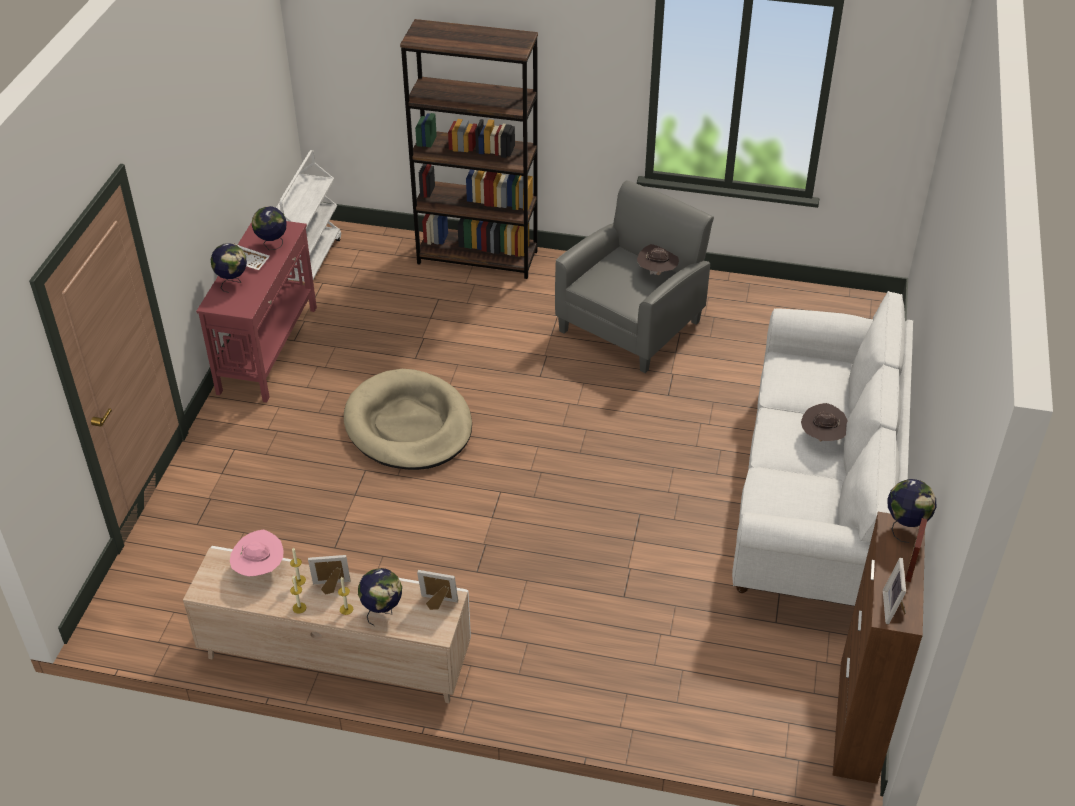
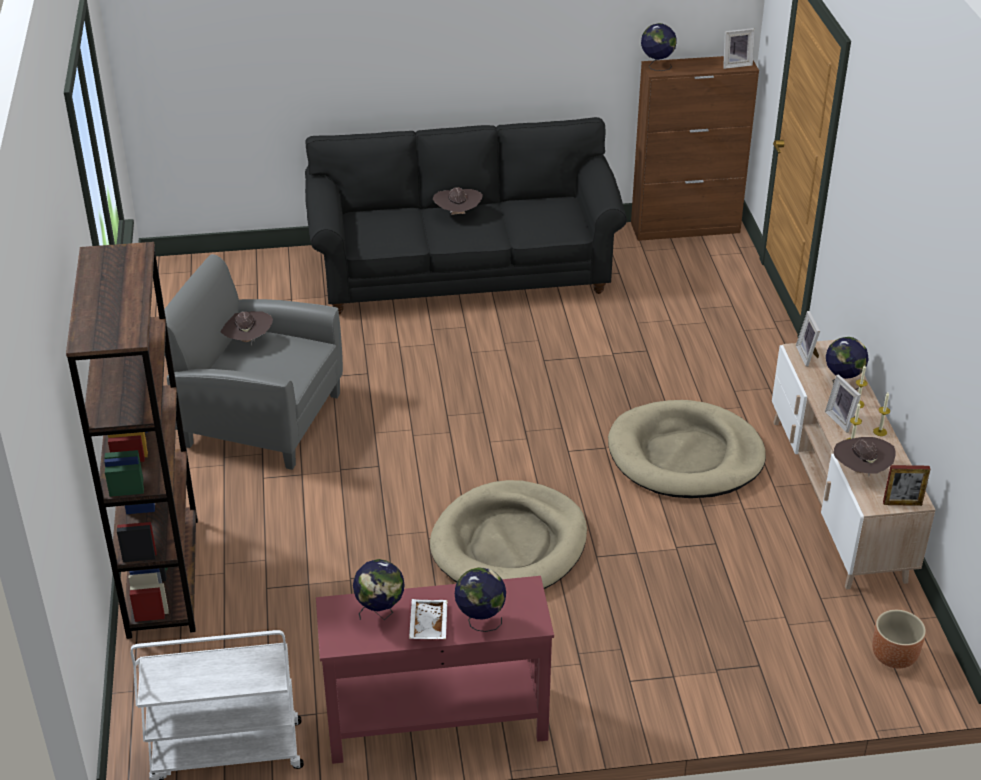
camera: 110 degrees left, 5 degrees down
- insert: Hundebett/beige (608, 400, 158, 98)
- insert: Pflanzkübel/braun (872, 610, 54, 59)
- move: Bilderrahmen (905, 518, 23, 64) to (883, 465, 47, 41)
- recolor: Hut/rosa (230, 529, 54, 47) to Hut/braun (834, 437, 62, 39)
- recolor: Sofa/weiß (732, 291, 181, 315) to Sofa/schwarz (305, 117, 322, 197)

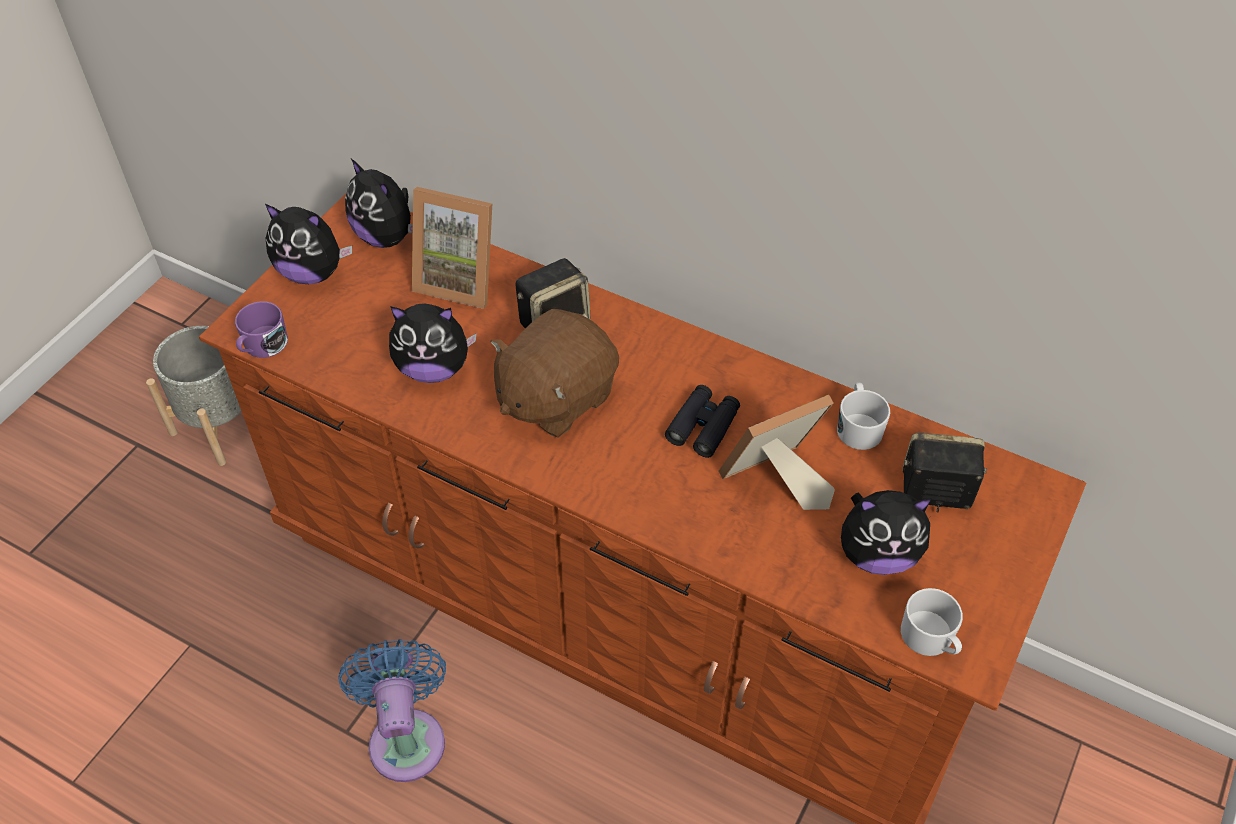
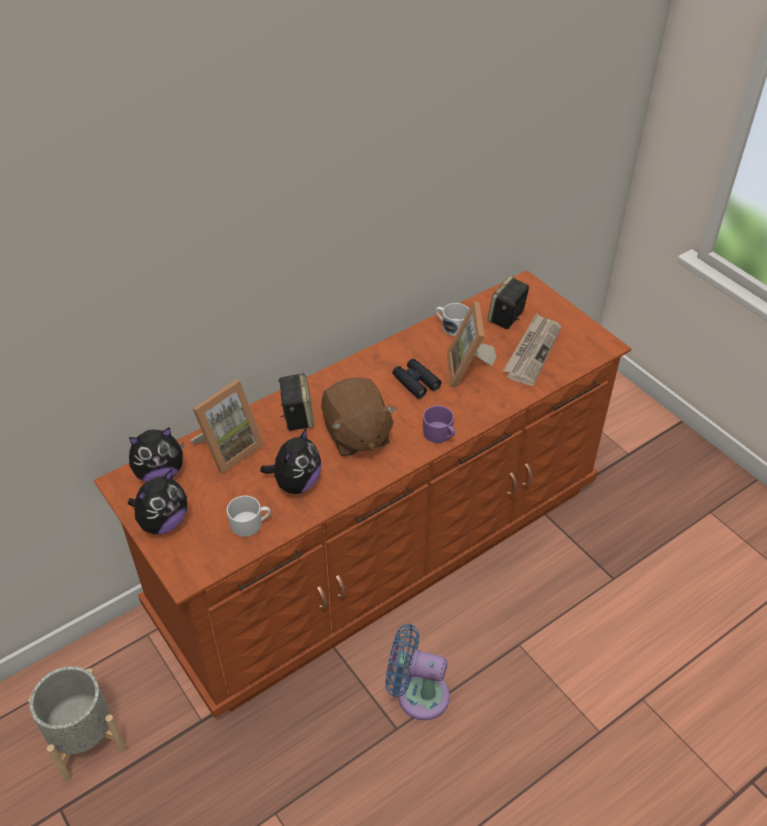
camera: 65 degrees left, 5 degrees down
- move: Henkelbecher/lila (235, 301, 53, 57) to (423, 406, 32, 37)
- move: Henkelbecher/weiß (901, 588, 62, 68) to (226, 495, 45, 42)
- replace: Plüschtier (841, 490, 90, 85) to Zeitung (503, 313, 58, 73)

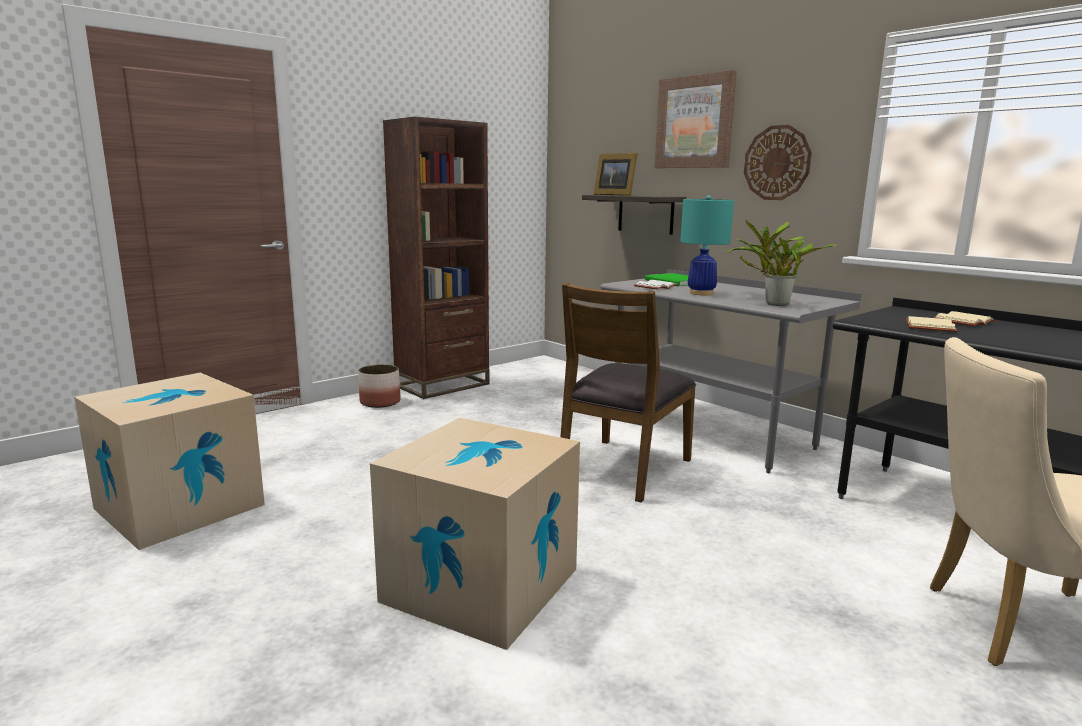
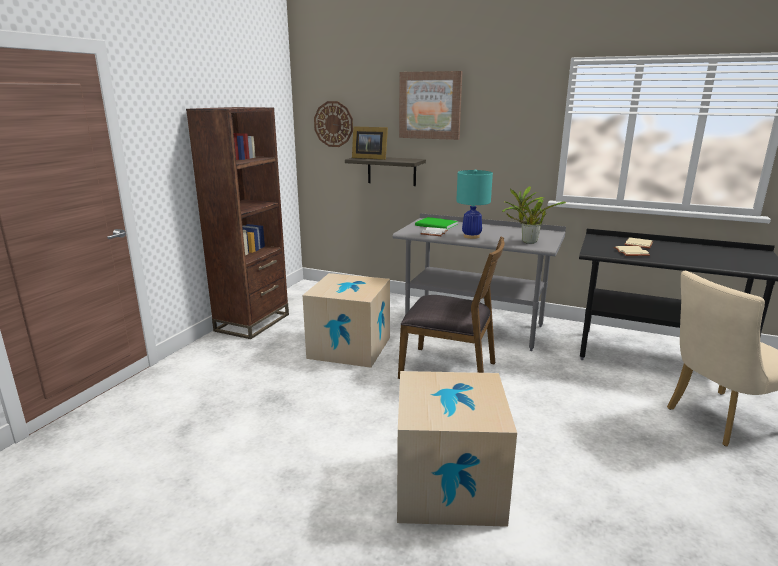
camera: 25 degrees left, 5 degrees up
- delete: Pflanzkübel (358, 364, 42, 44)
- move: Karton (74, 373, 191, 177) to (303, 273, 87, 95)
- move: Wanduhr (744, 125, 68, 75) to (314, 101, 39, 46)
- rotate: Stuhl/braun (560, 283, 136, 219) = (398, 237, 107, 142) 75 degrees counterclockwise

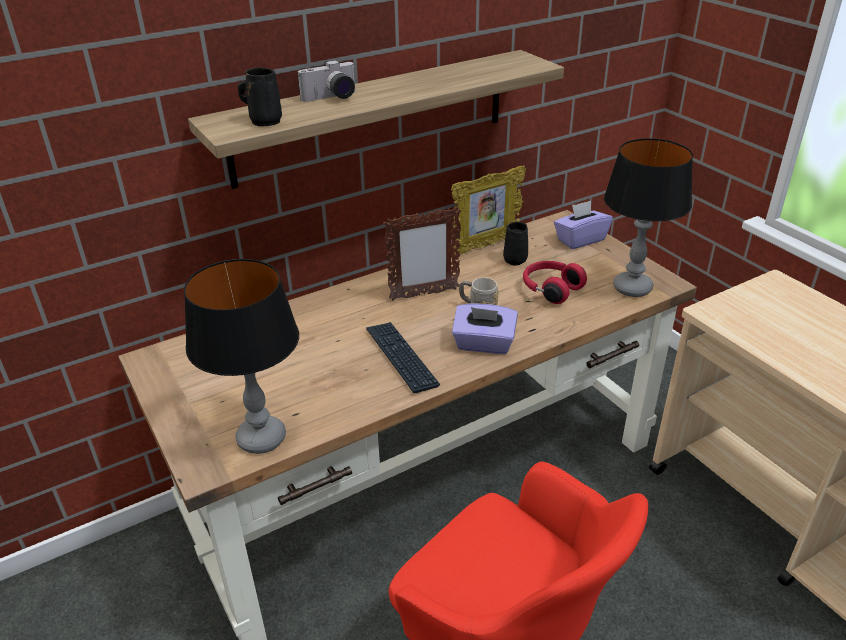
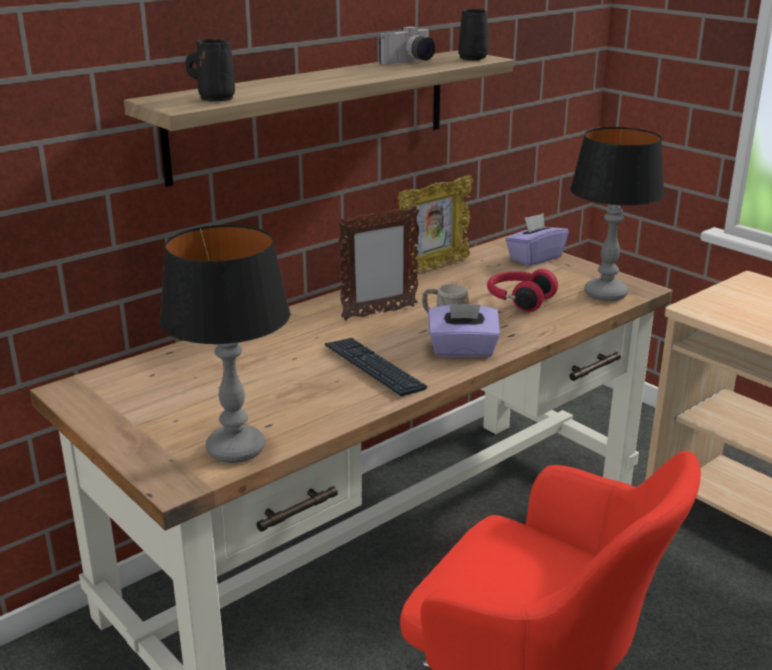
camera: 10 degrees left, 10 degrees down
- move: Kamera (298, 60, 57, 42) to (379, 26, 56, 39)
- move: Henkelbecher/schwarz (503, 221, 25, 45) to (458, 9, 30, 52)

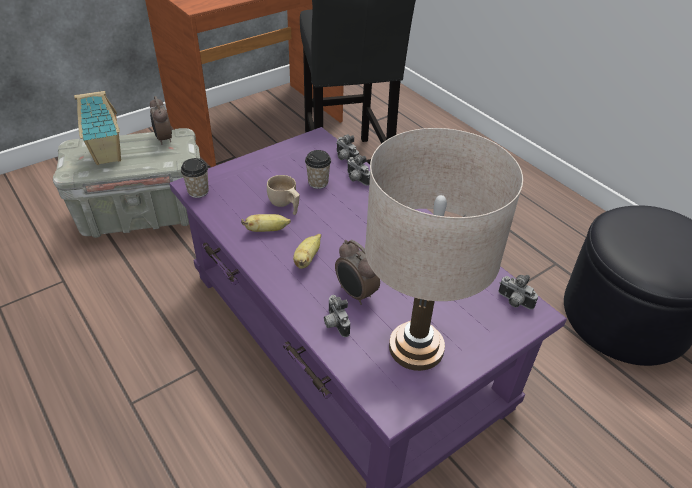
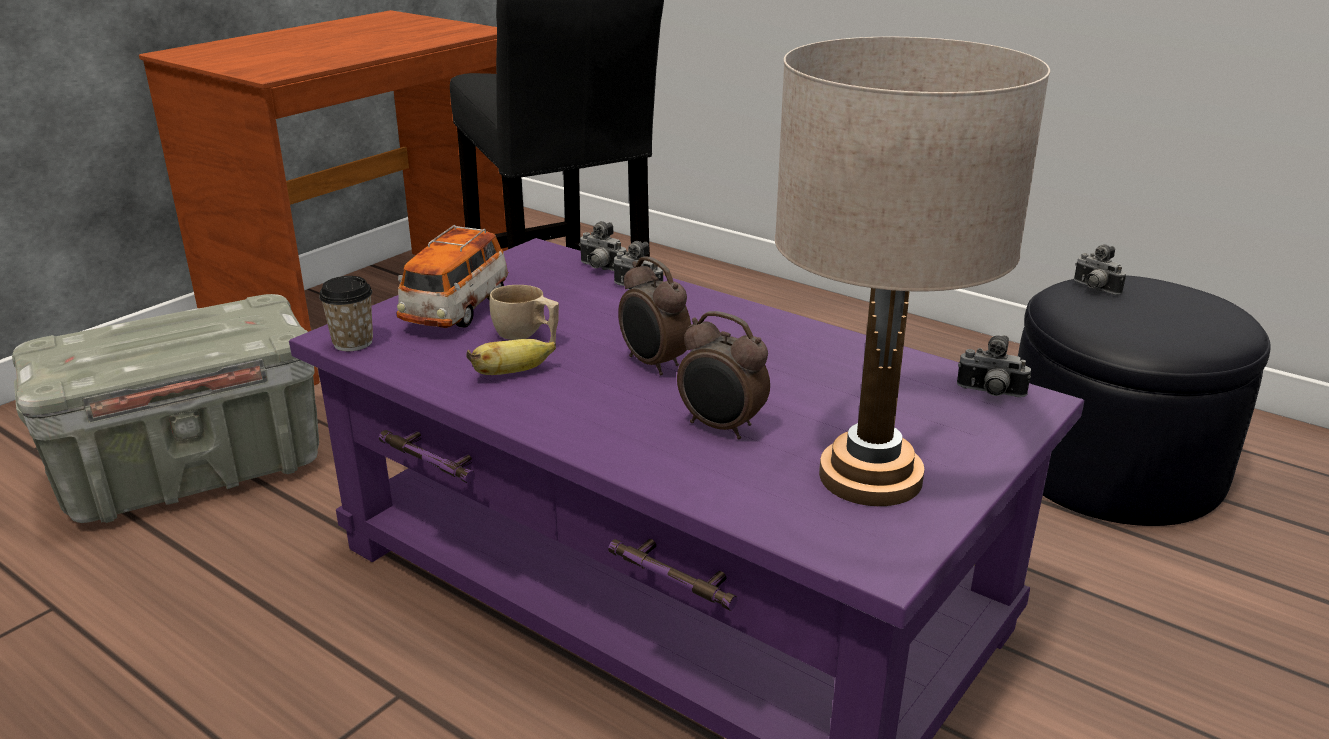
camera: 15 degrees left, 15 degrees down
- delete: Spielzeughaus (74, 90, 47, 75)
- delete: Banane (293, 234, 28, 35)
- delete: Tasse (305, 150, 26, 39)
- insert: Spielzeugauto (397, 225, 111, 103)
- move: Wecker (150, 96, 22, 49) to (618, 257, 73, 118)
- move: Kamera (324, 295, 26, 42) to (1074, 244, 52, 51)

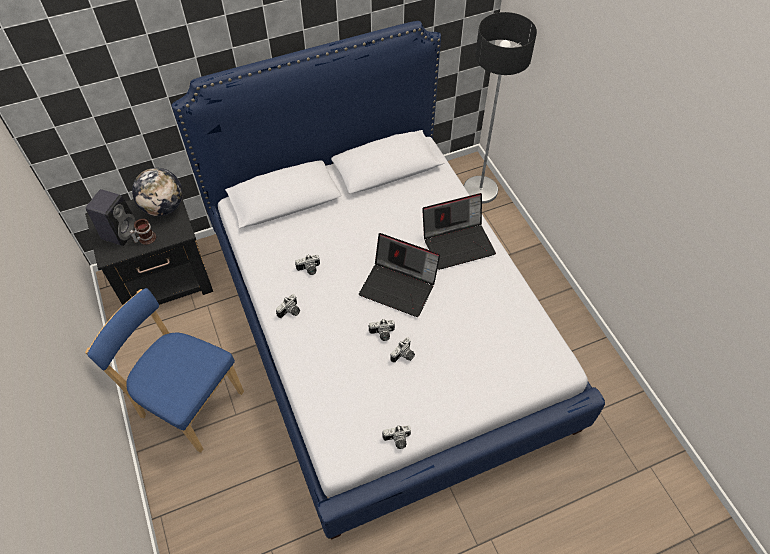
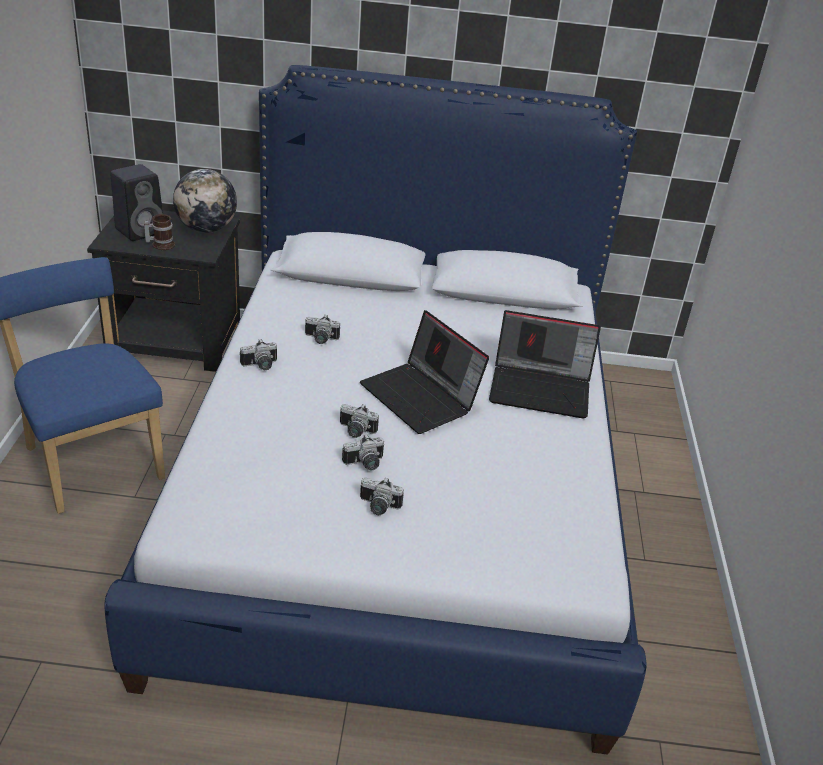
camera: 25 degrees right, 20 degrees down
- delete: Stehlampe (464, 12, 73, 192)
- move: Kamera (382, 425, 29, 24) to (360, 477, 44, 38)

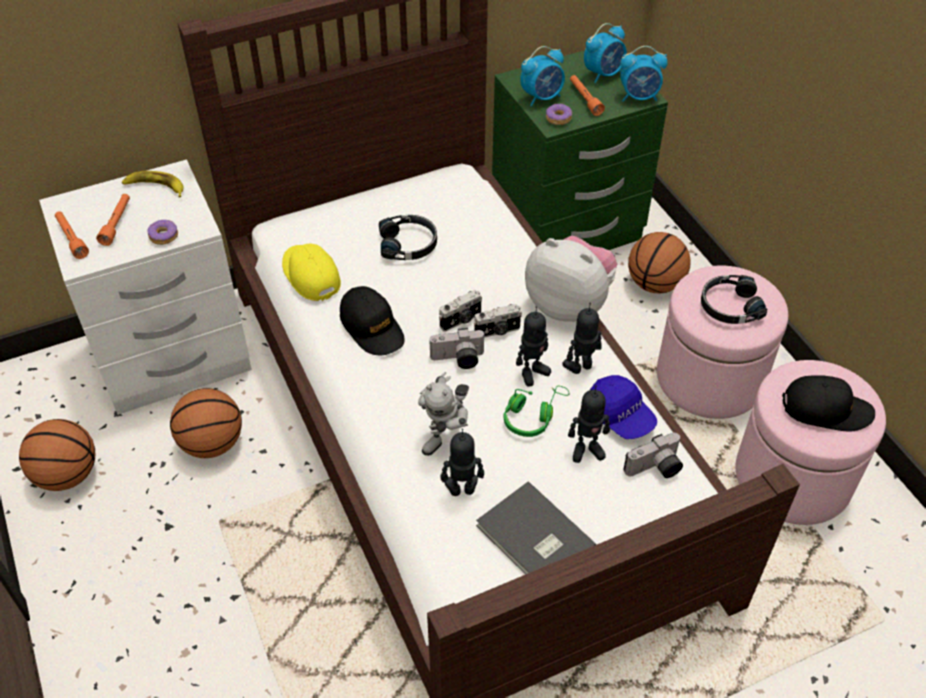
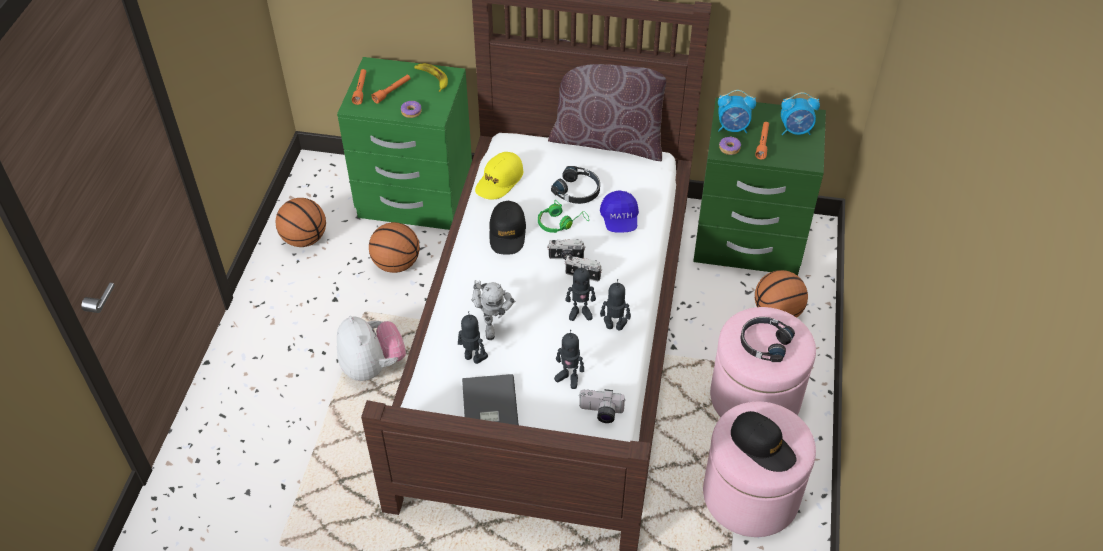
camera: 35 degrees right, 0 degrees up
- delete: Kamera (429, 328, 57, 41)
- delete: Wecker (620, 46, 48, 56)
- insert: Kissen/braun (548, 39, 118, 122)
- move: Kopfhörer/grün (504, 385, 65, 52) to (538, 200, 51, 33)
- move: Plüschtier (525, 236, 92, 86) to (337, 316, 69, 65)
- move: Kappe/blau (590, 375, 67, 64) to (600, 190, 39, 43)
- recolor: Nachttisch/weiß (39, 160, 213, 255) to Nachttisch/grün (337, 57, 135, 173)
- rotate: Kappe/gelb (282, 244, 59, 57) = (475, 152, 48, 48) 150 degrees counterclockwise
- rotate: Spielzeugroboter (418, 372, 51, 84) = (472, 280, 43, 60) 75 degrees counterclockwise

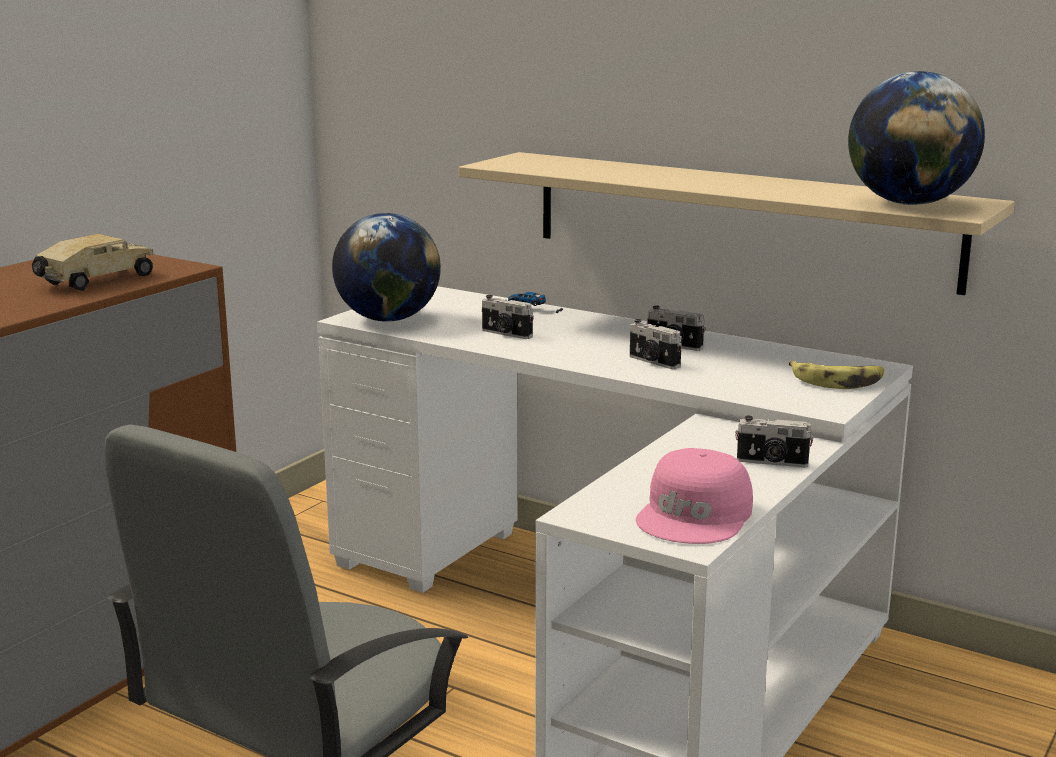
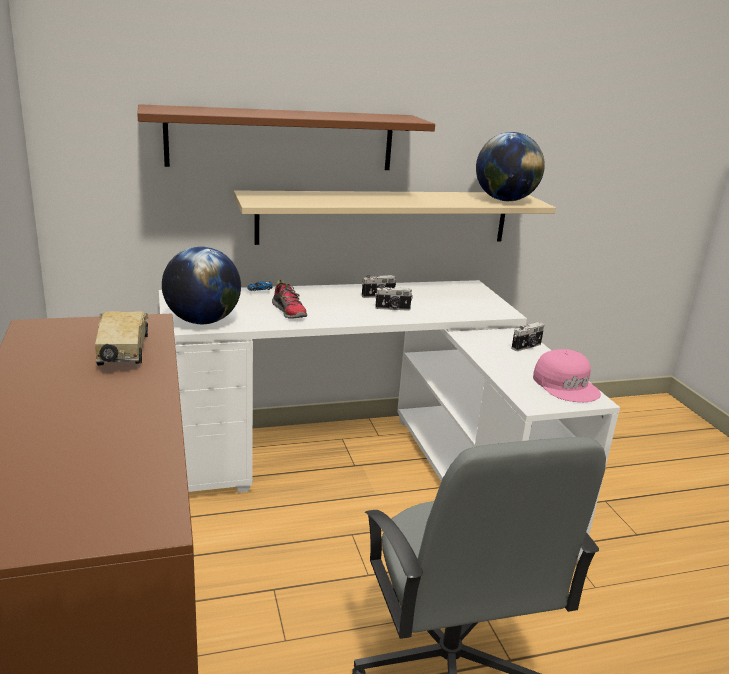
camera: 50 degrees left, 5 degrees up
- delete: Banane (789, 360, 95, 29)
- insert: Wandregal/braun (137, 104, 298, 66)
- replace: Kamera (482, 295, 51, 44) to Schuh (272, 280, 35, 39)

